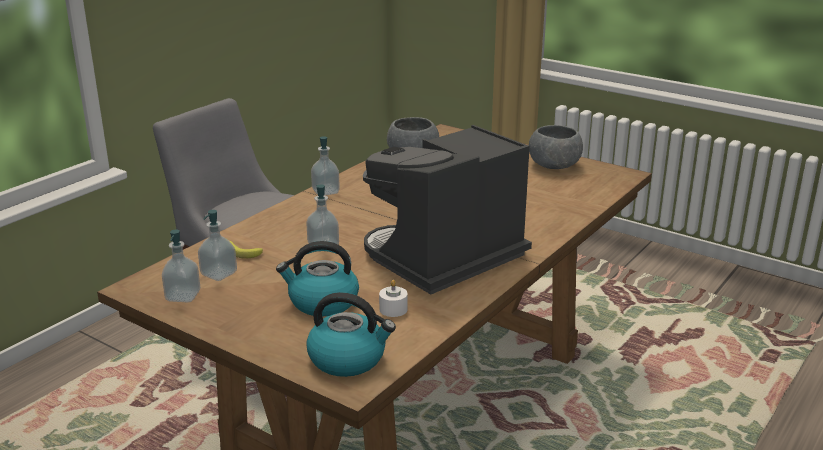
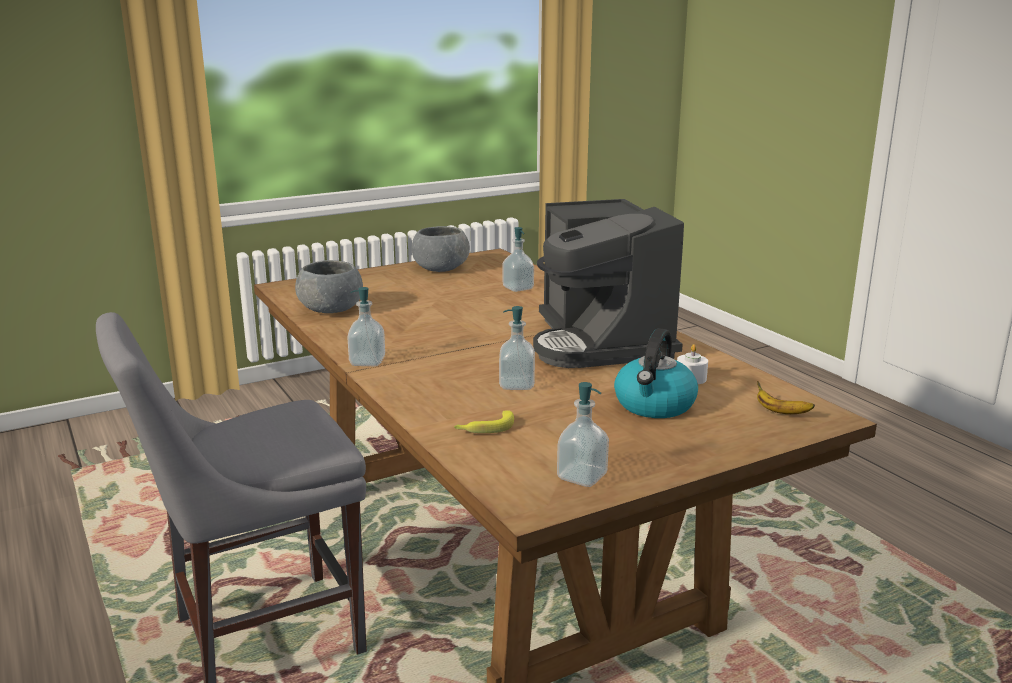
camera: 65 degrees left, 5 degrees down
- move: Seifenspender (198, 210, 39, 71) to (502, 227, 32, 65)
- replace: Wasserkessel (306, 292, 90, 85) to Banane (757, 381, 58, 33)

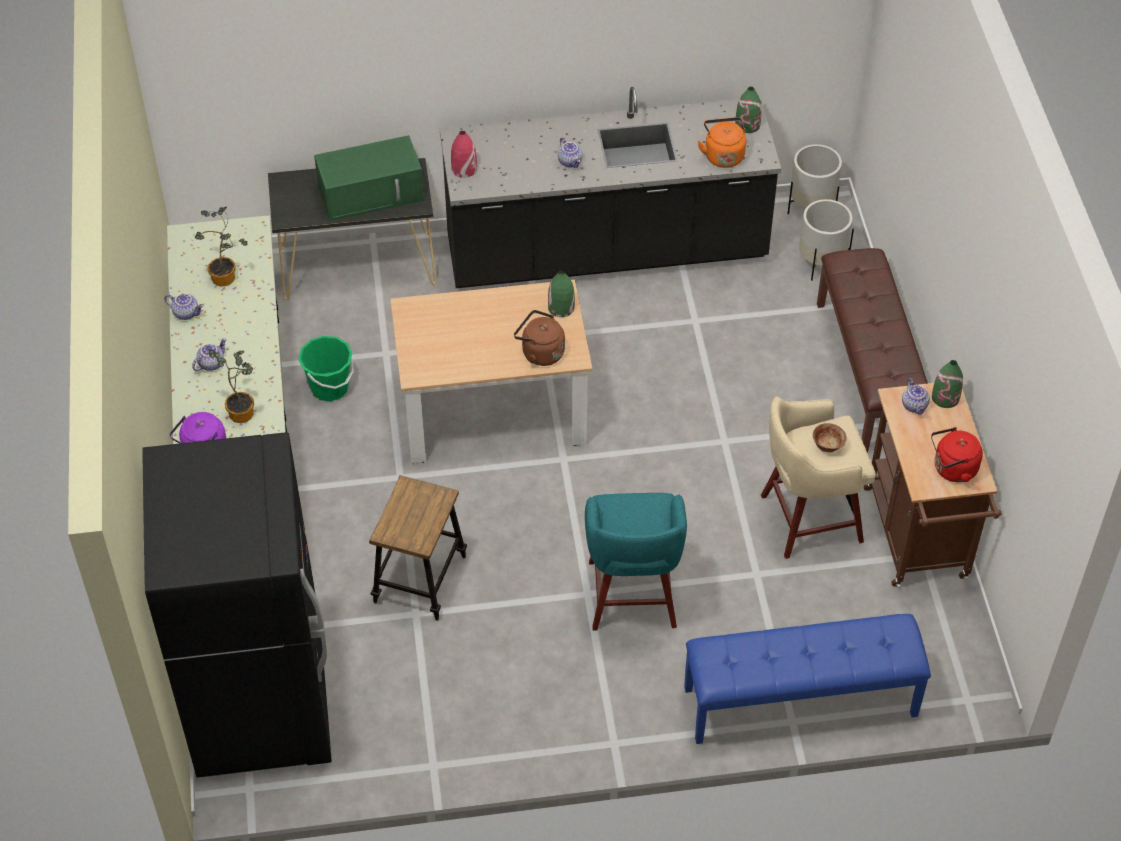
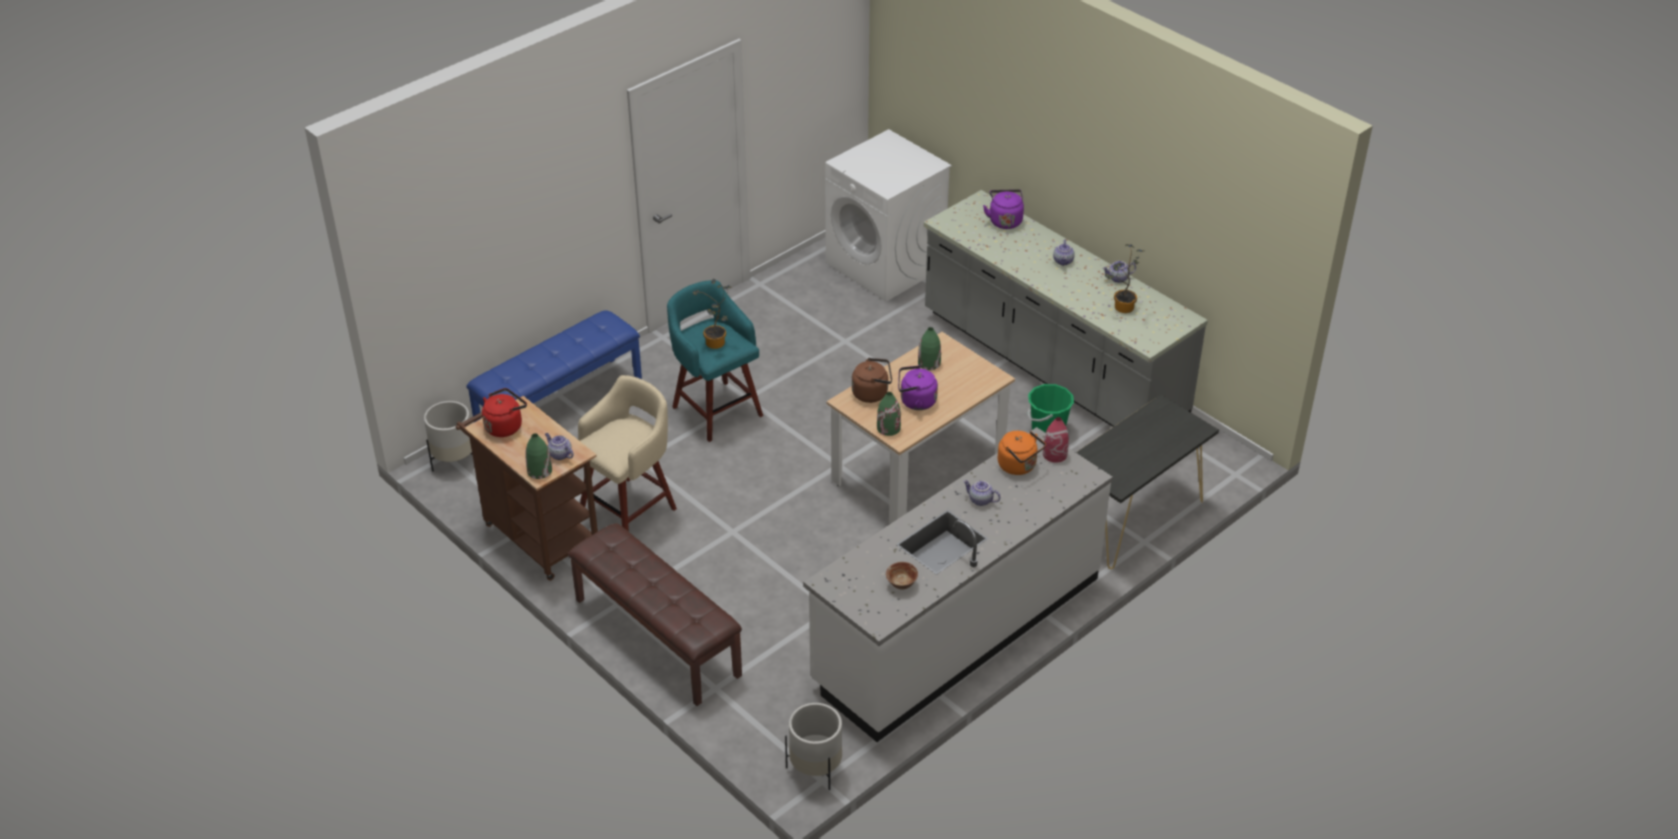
camera: 145 degrees right, 10 degrees down
- delete: Mikrowelle/grün (314, 135, 110, 86)
- delete: Hocker (369, 475, 98, 146)
- insert: Wasserkessel/lila (898, 365, 40, 45)
- move: Topfpflanze (209, 349, 45, 74) to (693, 279, 38, 70)
- move: Wasserkessel/orange (698, 117, 48, 51) to (998, 431, 48, 44)
- move: Vase/grün (735, 87, 27, 46) to (918, 327, 23, 43)
- move: Pflanzkübel/weiß (799, 199, 55, 82) to (424, 401, 48, 70)
- move: Schüssel (813, 423, 34, 30) to (886, 562, 32, 28)
- replace: Kühlschrank/schwarz (142, 432, 190, 346) to Waschmaschine/weiß (825, 129, 127, 172)
- recolor: Küchenzeile/schwarz (440, 87, 341, 201) to Küchenzeile/weiß (803, 427, 310, 315)

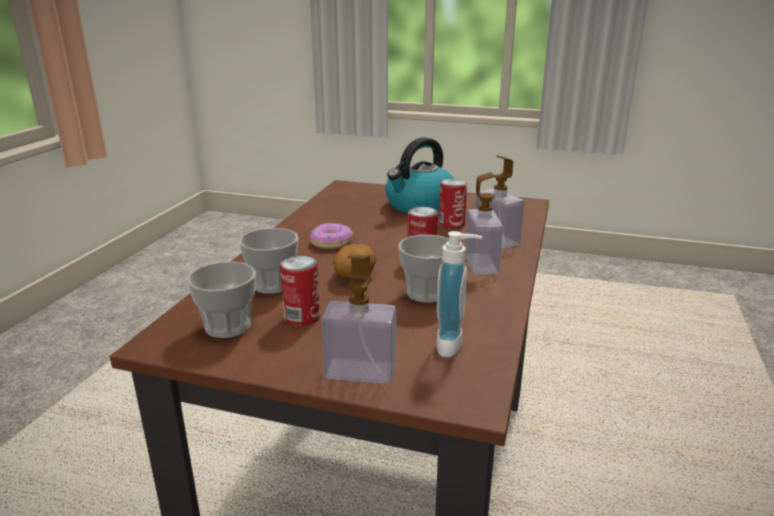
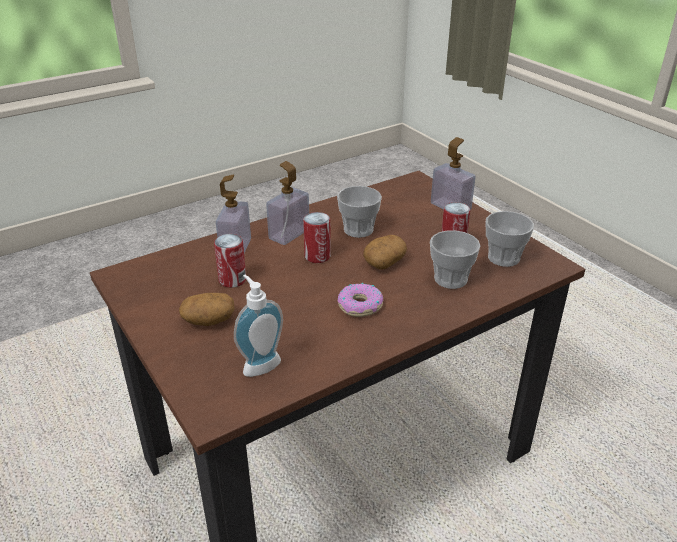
camera: 140 degrees left, 10 degrees up
- move: Seifenspender (436, 231, 46, 126) to (234, 275, 49, 102)
- replace: Wasserkessel (385, 137, 69, 76) to Kartoffel (179, 293, 56, 33)

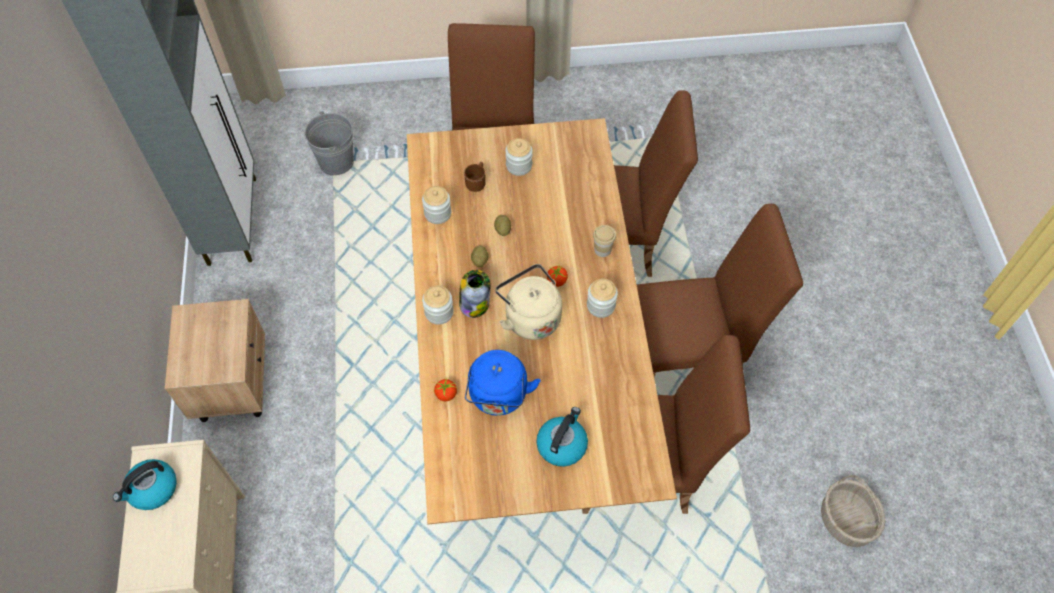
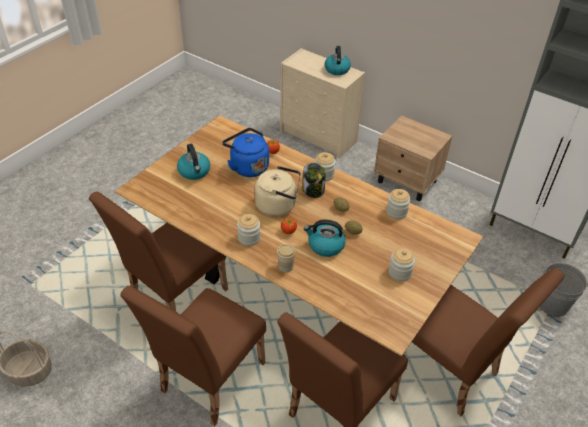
camera: 130 degrees right, 15 degrees down
- delete: Henkelbecher/braun (464, 162, 22, 30)
- insert: Wasserkessel (304, 219, 42, 38)

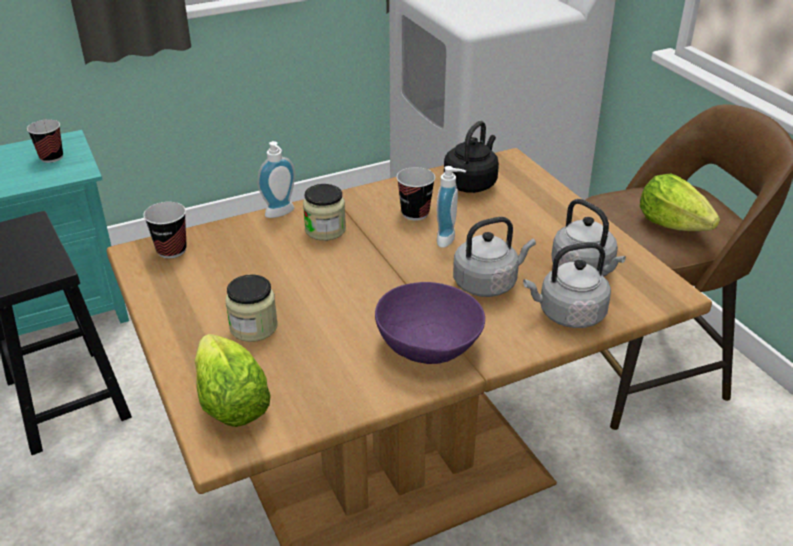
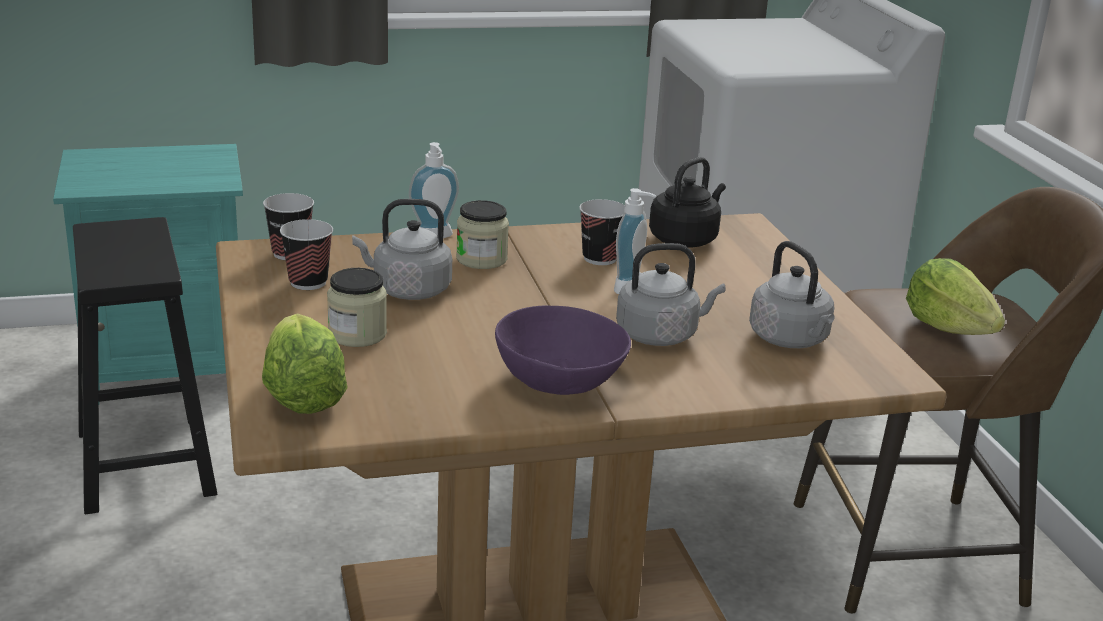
camera: 10 degrees right, 10 degrees down
- move: Tasse (27, 119, 36, 44) to (280, 219, 53, 71)
- move: Wasserkessel/grau (523, 242, 88, 86) to (352, 199, 100, 101)

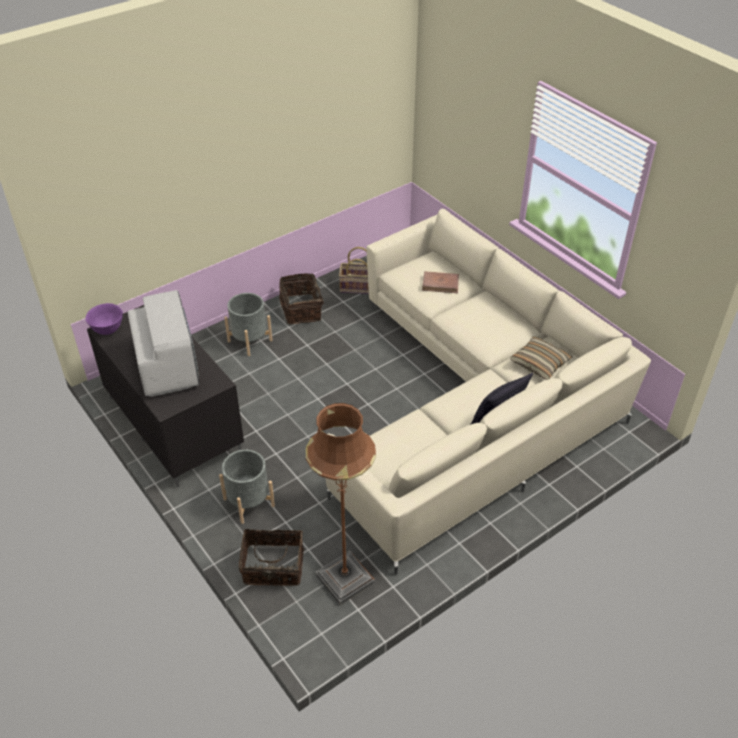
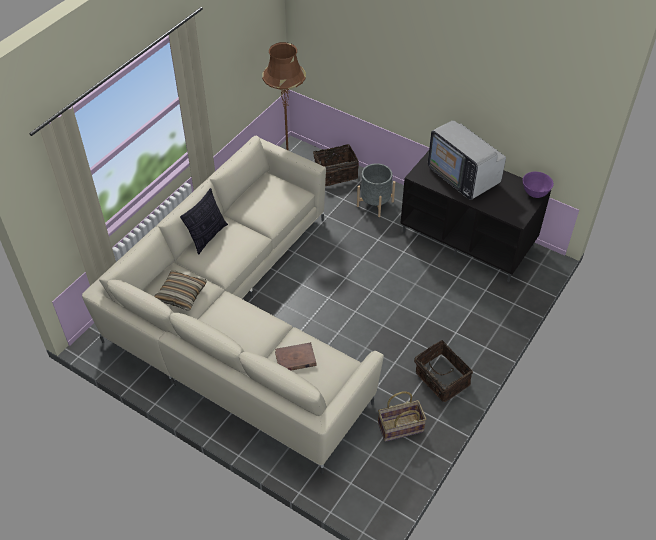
camera: 160 degrees right, 5 degrees up
- delete: Pflanzkübel/grau (224, 293, 48, 63)

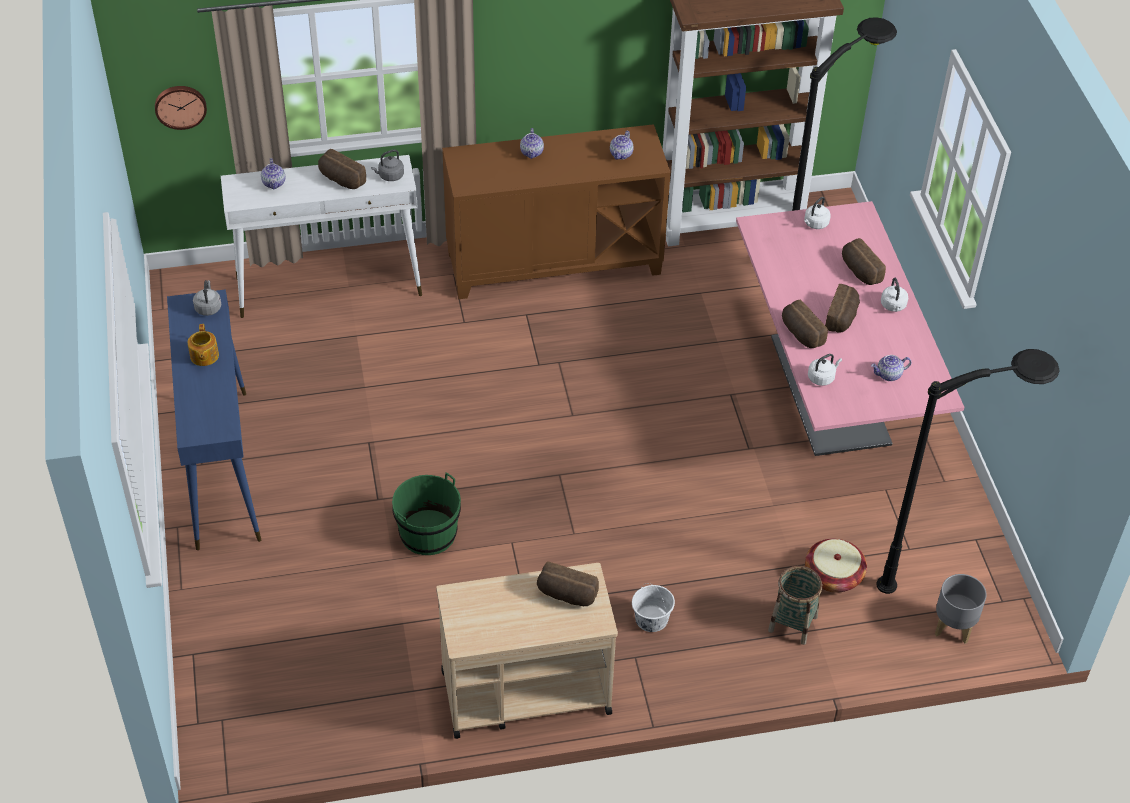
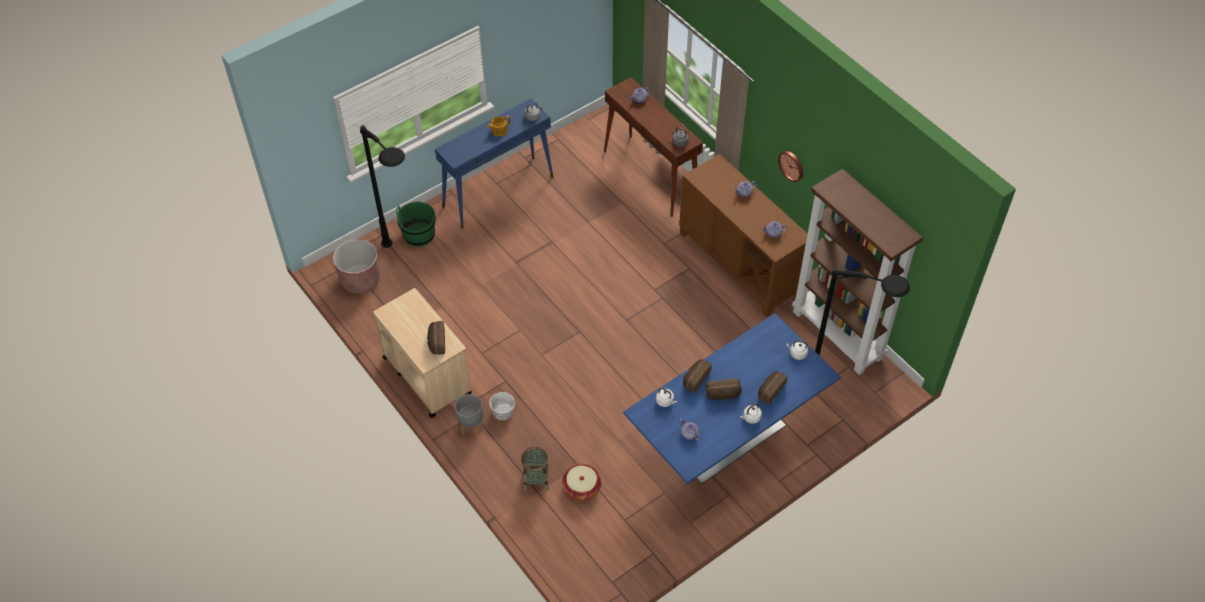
camera: 65 degrees right, 5 degrees up
- delete: Brot (318, 149, 48, 40)
- insert: Pflanzkübel/braun (333, 239, 47, 55)
- move: Wanduhr (155, 86, 52, 44) to (778, 151, 25, 31)
- move: Eimer/grün (392, 473, 69, 82) to (396, 202, 40, 45)
- move: Stehlampe/schwarz (876, 349, 184, 245) to (360, 125, 45, 123)
- move: Pflanzkübel/grau (935, 574, 52, 70) to (455, 394, 28, 40)
- recolor: Konsolentisch/weiß (221, 155, 201, 163) to Konsolentisch/braun (604, 77, 99, 140)
- recolor: Esstisch/rosa (736, 201, 229, 255) to Esstisch/blau (623, 313, 218, 171)

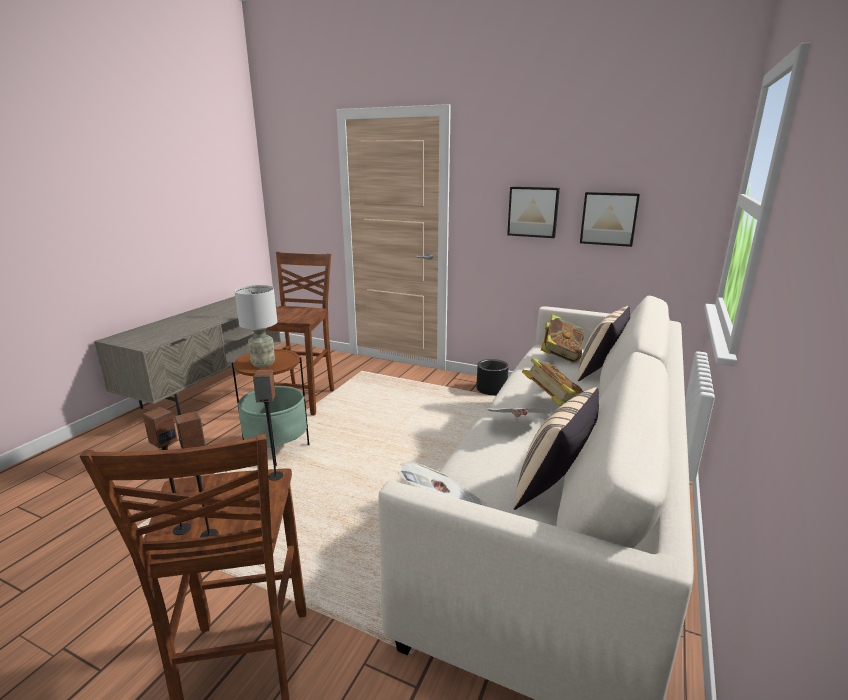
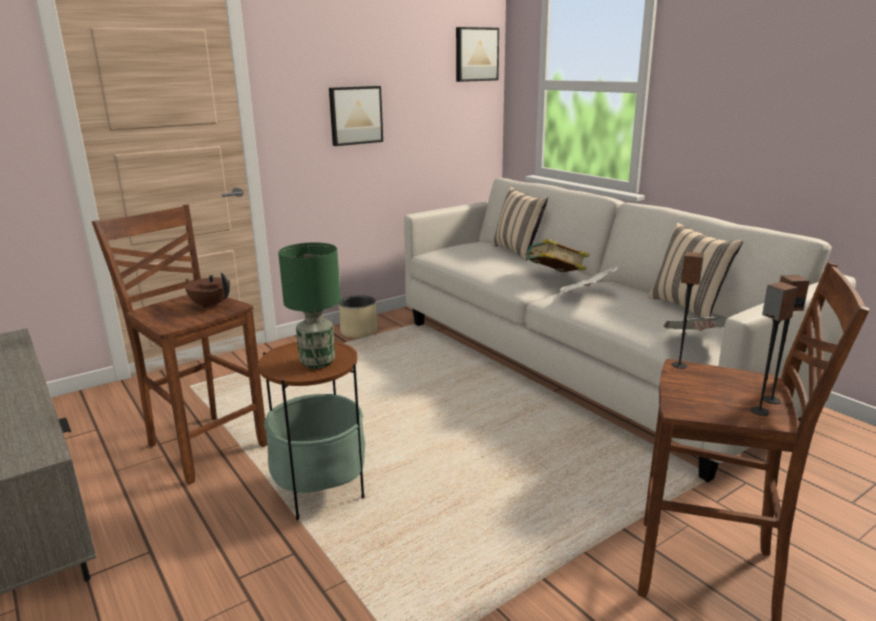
camera: 60 degrees left, 0 degrees up
- delete: Buch (541, 314, 43, 49)
- insert: Teekanne/braun (185, 273, 45, 36)
- move: Bild (580, 192, 60, 55) to (456, 27, 43, 55)
- recolor: Tischlampe/grau (234, 285, 43, 83) to Tischlampe/grün (278, 242, 63, 127)
- recolor: Pflanzkübel/schwarz (476, 359, 33, 37) to Pflanzkübel/beige (339, 295, 38, 43)

